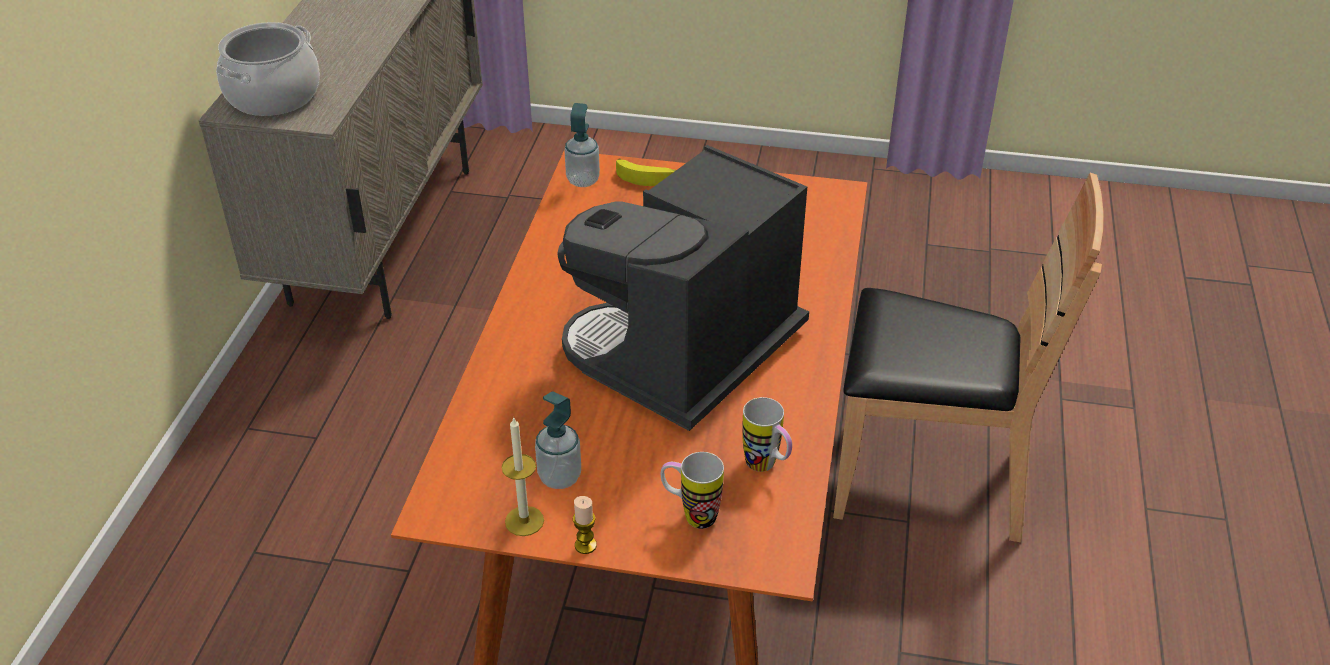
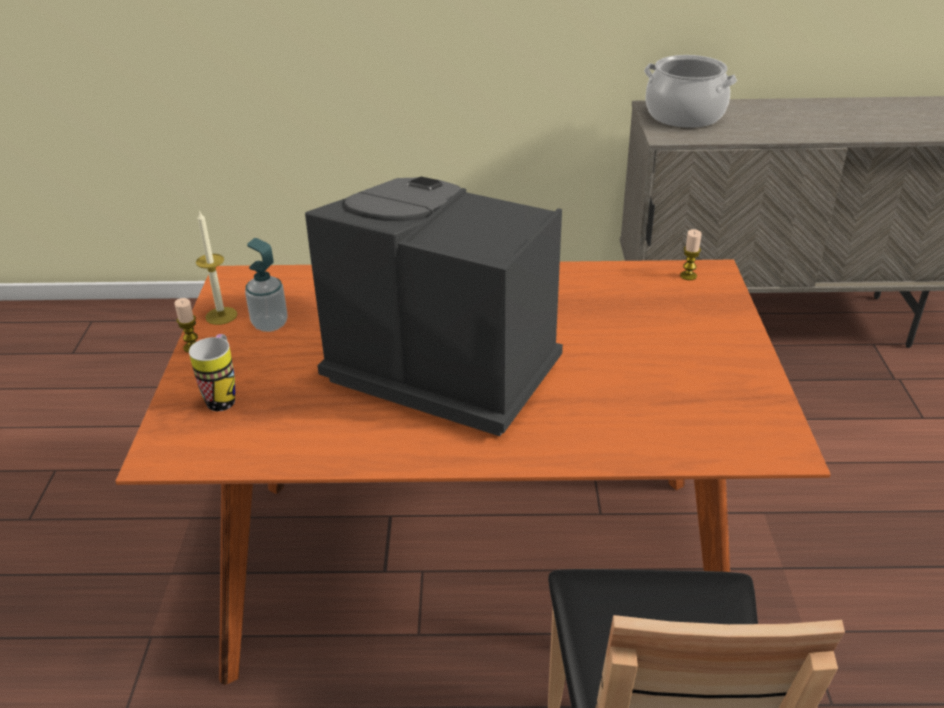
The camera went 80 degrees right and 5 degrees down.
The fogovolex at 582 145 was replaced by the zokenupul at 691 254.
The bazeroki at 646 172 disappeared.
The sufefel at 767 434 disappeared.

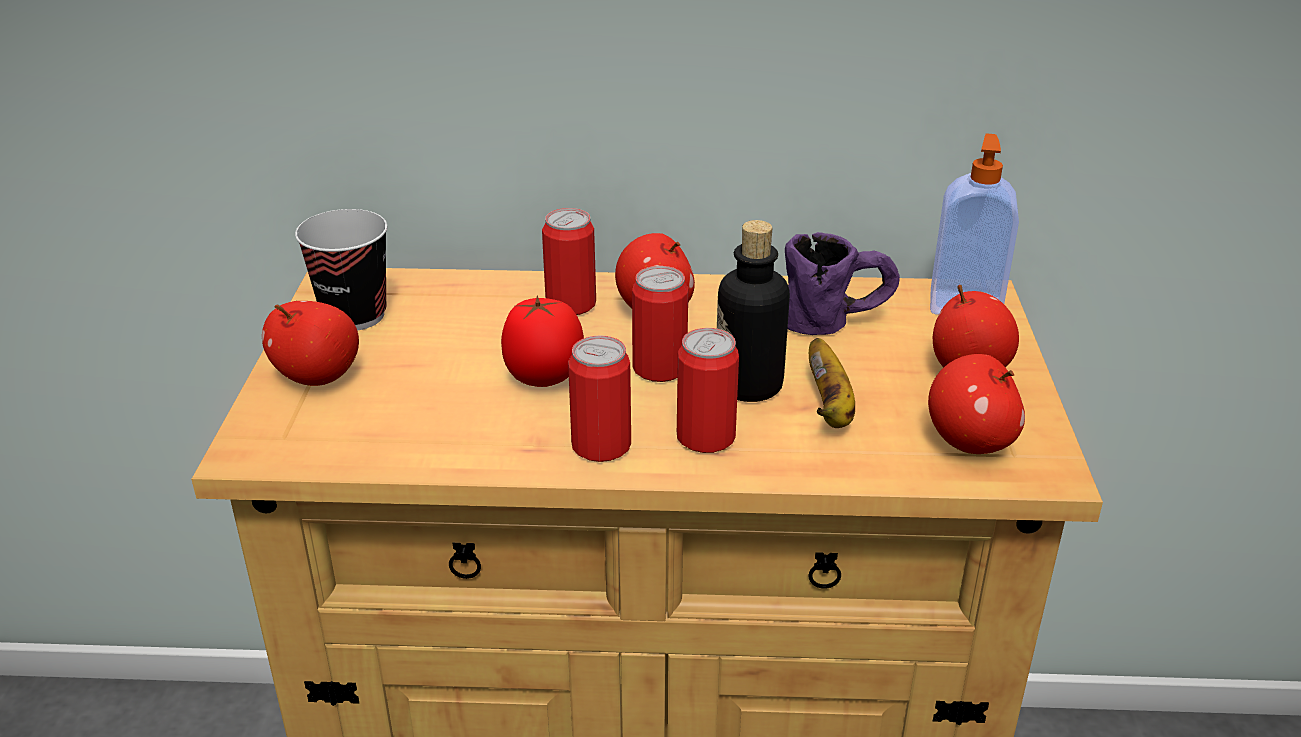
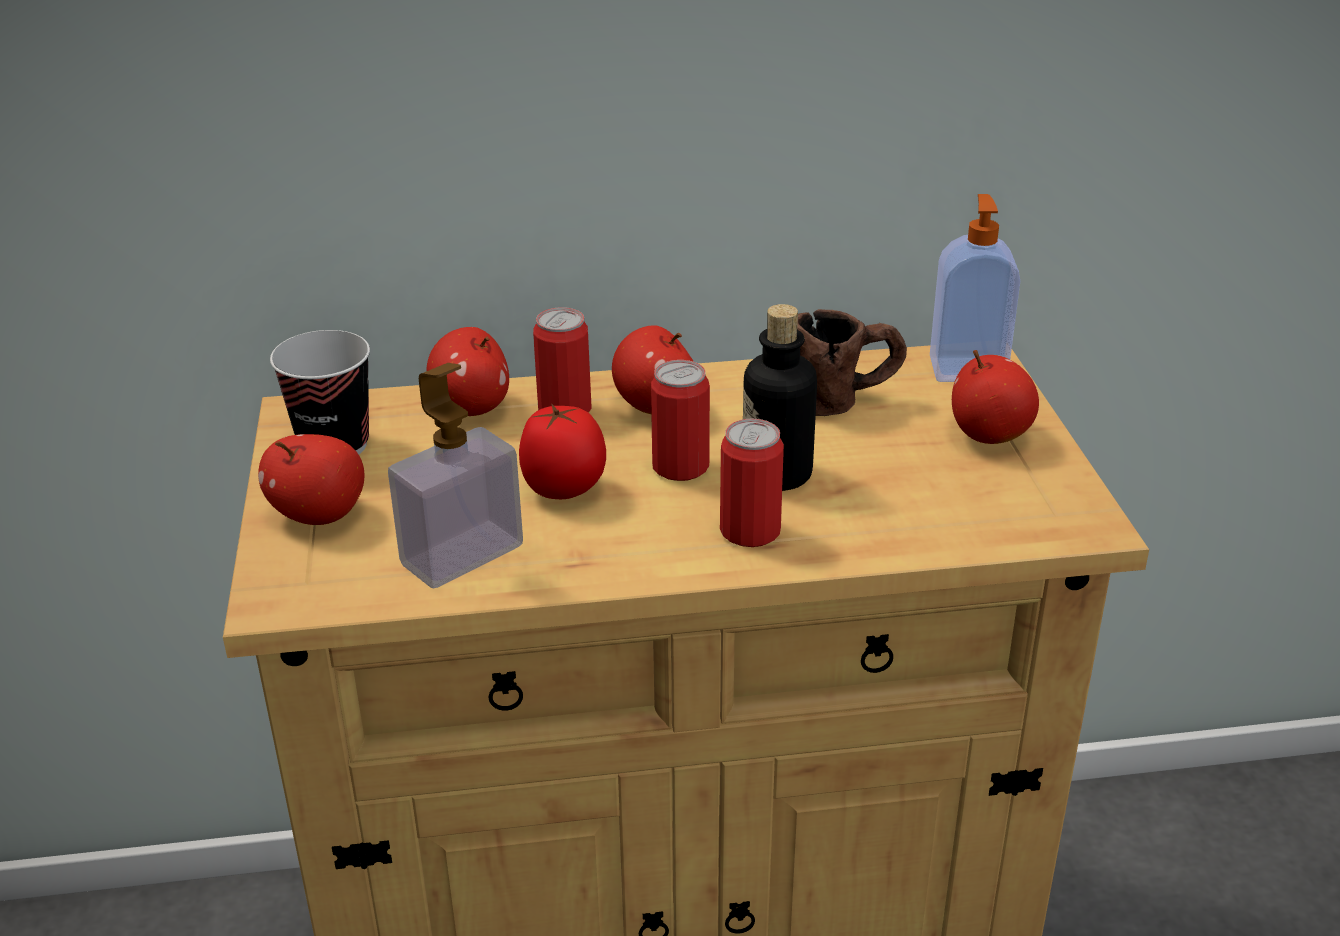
The camera went 10 degrees left and 0 degrees up.
The sufefel (purple) at 842 283 became the sufefel (brown) at 852 362.
The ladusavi at 599 399 disappeared.
The bazeroki at 832 383 disappeared.
The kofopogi moved from 976 404 to 467 371.
The fogovolex at 455 476 appeared.

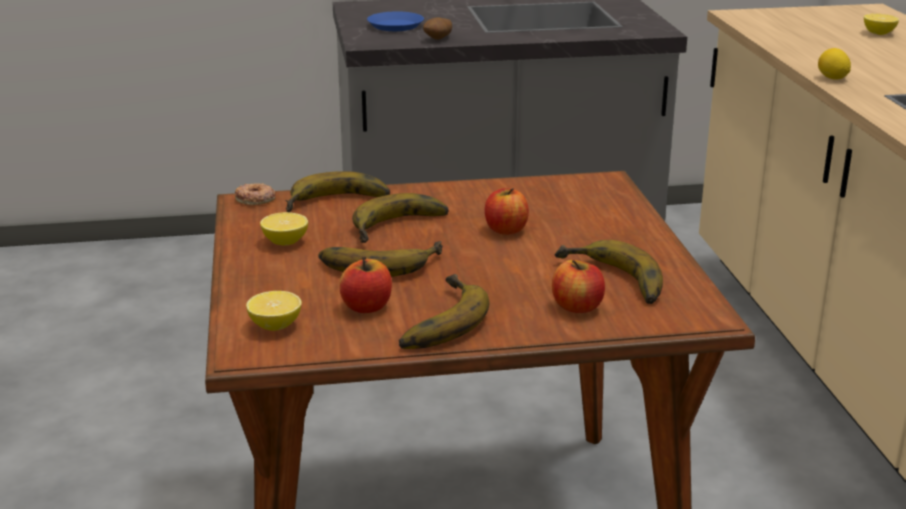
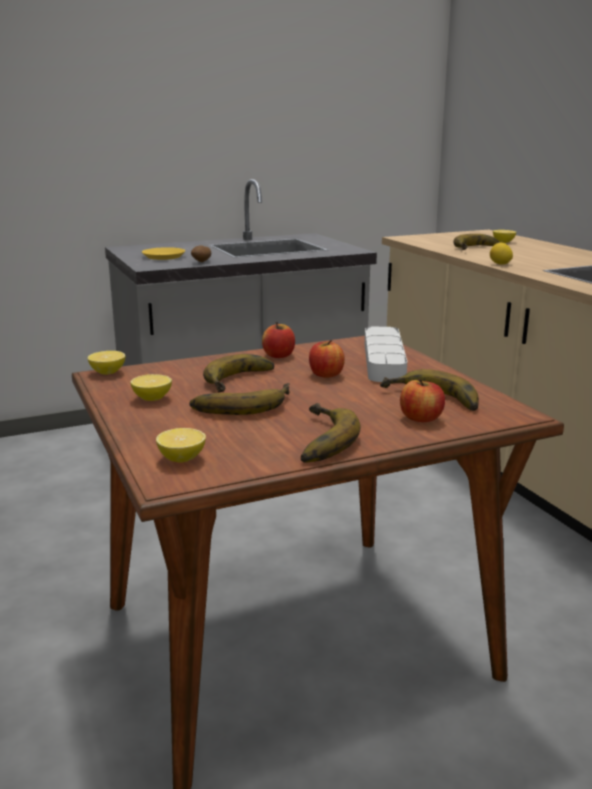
The camera went 15 degrees left and 5 degrees down.
The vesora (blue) at 395 21 became the vesora (yellow) at 163 253.
The bazeroki moved from 338 191 to 476 242.
The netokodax at 255 194 was replaced by the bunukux at 106 363.
The kofopogi moved from 365 285 to 278 340.
The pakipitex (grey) at 386 354 appeared.

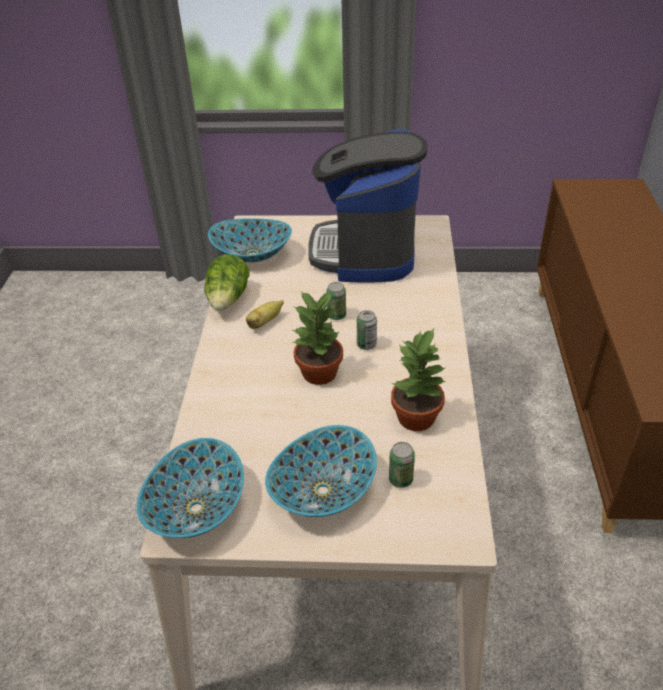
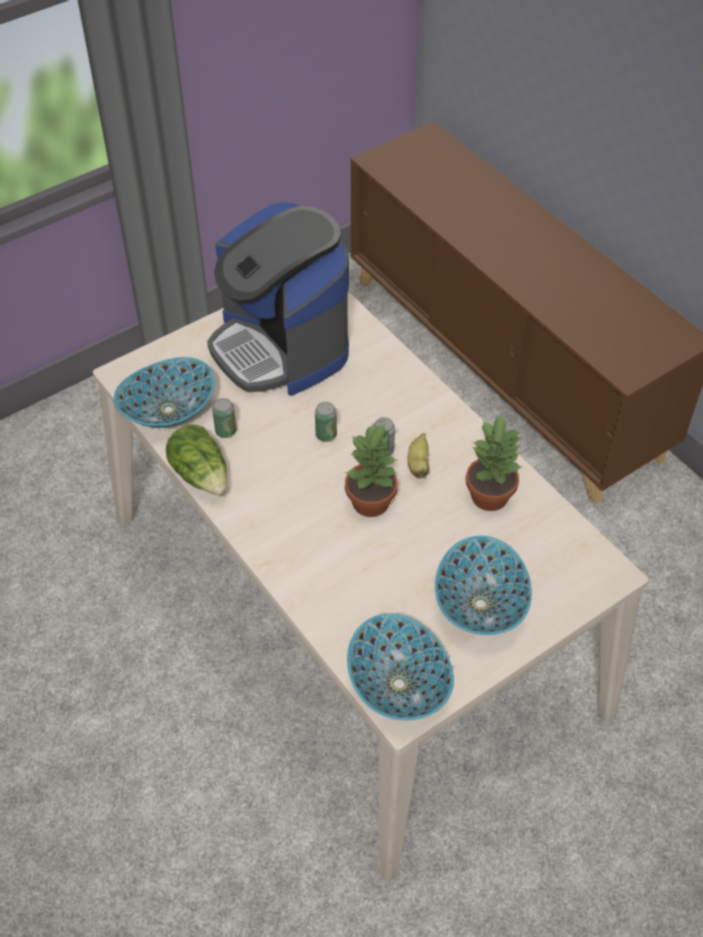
The camera went 40 degrees left and 10 degrees up.
The bazeroki moved from 265 314 to 418 455.
The ladusavi moved from 402 465 to 224 418.

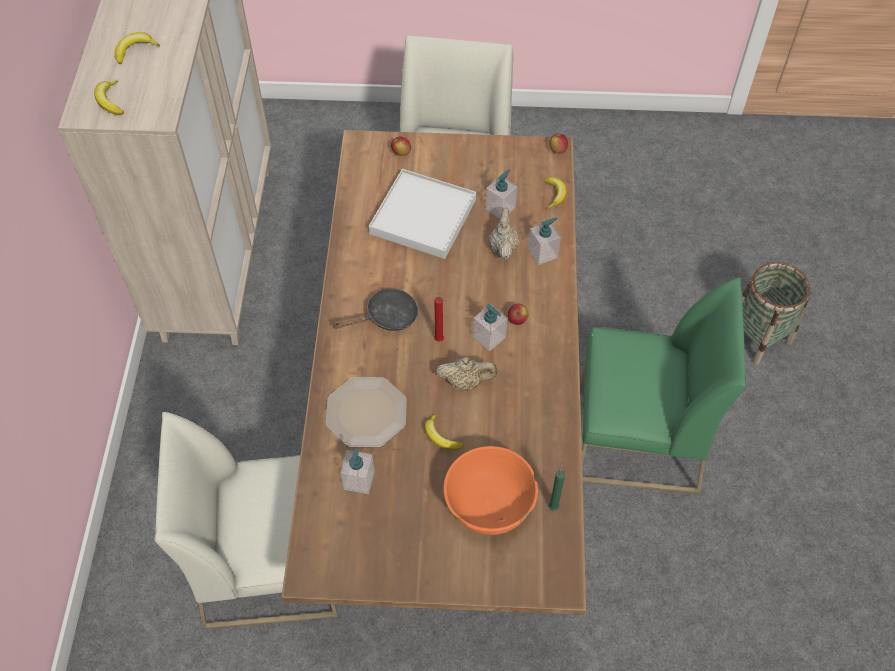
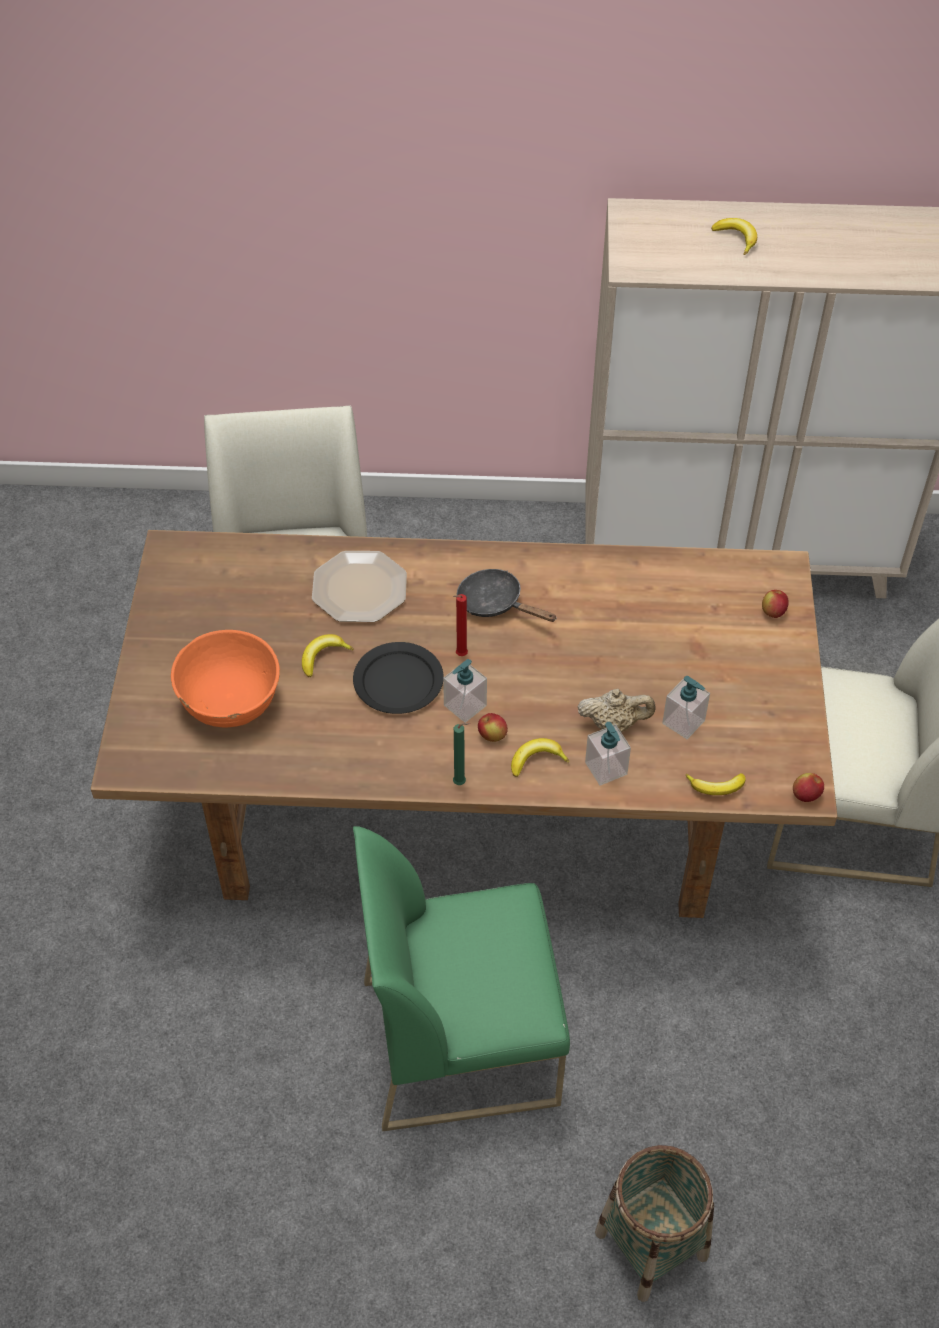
The camera went 90 degrees right and 5 degrees down.
The bazeroki moved from 109 98 to 540 757.
The pakipitex (white) at 422 214 disappeared.
The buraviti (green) at 663 386 turned 75 degrees clockwise.
The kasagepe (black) at 375 310 turned 150 degrees clockwise.
The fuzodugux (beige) at 467 374 was replaced by the vesora (black) at 398 678.
The fogovolex at 357 471 disappeared.
The zokenupul (green) moved from 557 486 to 461 754.

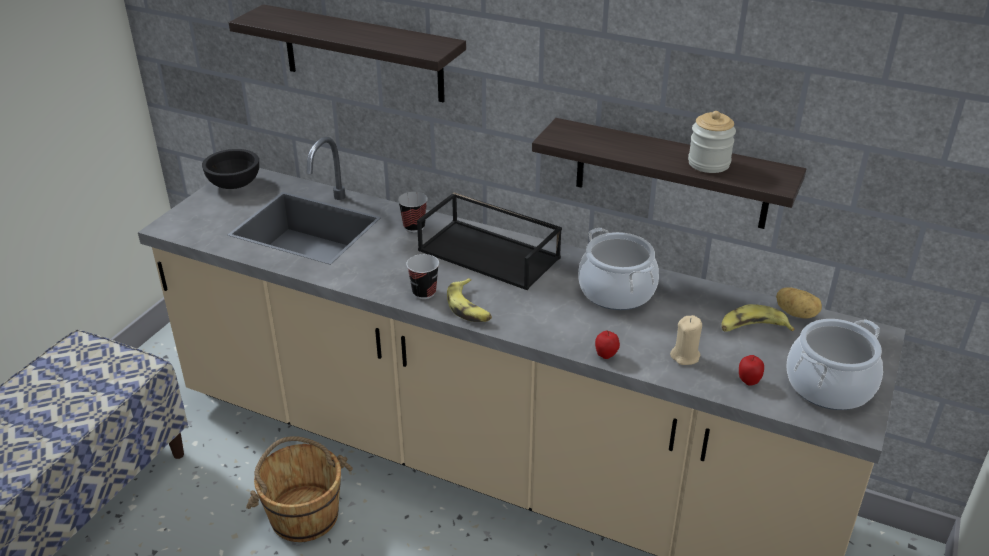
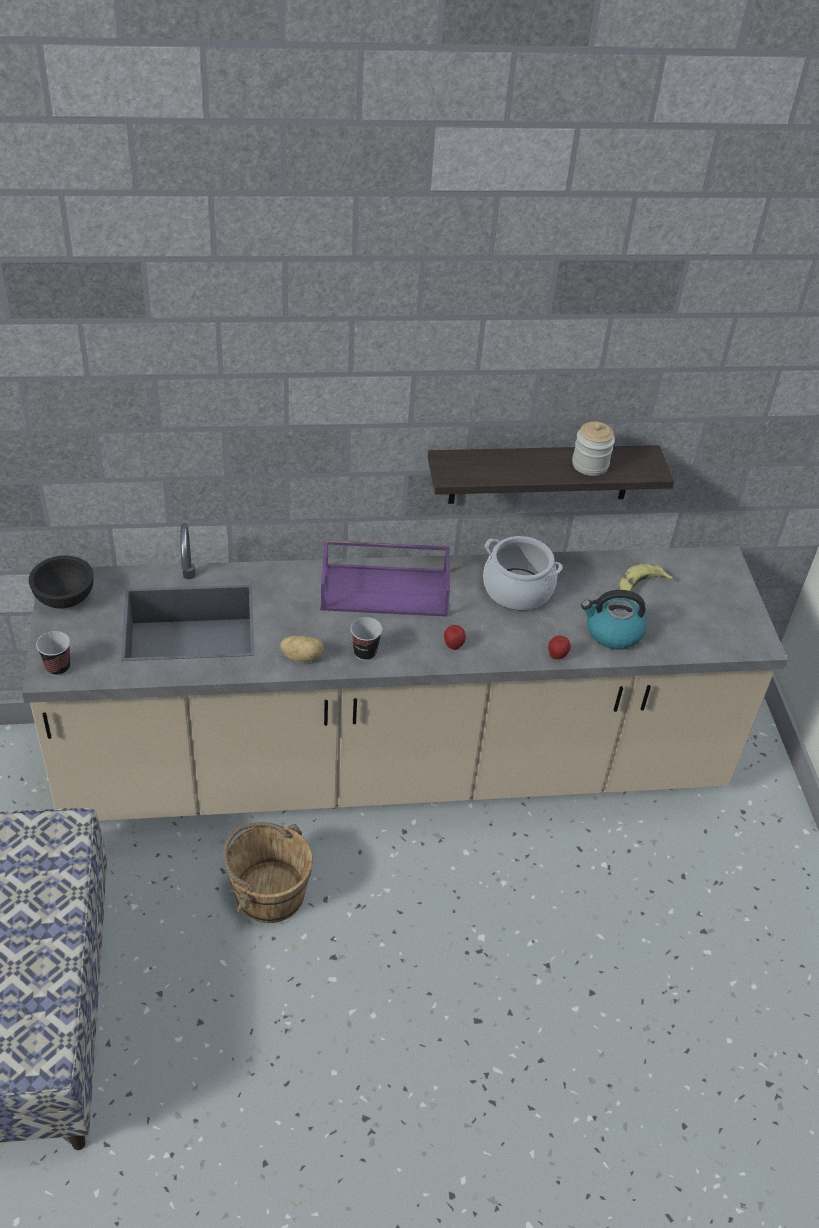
The camera went 35 degrees left and 10 degrees up.
The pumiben at 347 53 disappeared.
The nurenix moved from 413 212 to 53 653.
The pakipitex (black) at 489 241 became the pakipitex (purple) at 385 578.
The bazeroki at 469 300 disappeared.
The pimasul moved from 799 303 to 302 649.
The zokenupul (beige) at 686 340 was replaced by the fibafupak at 614 620.
The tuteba at 834 364 disappeared.
The kofopogi moved from 751 370 to 455 637.

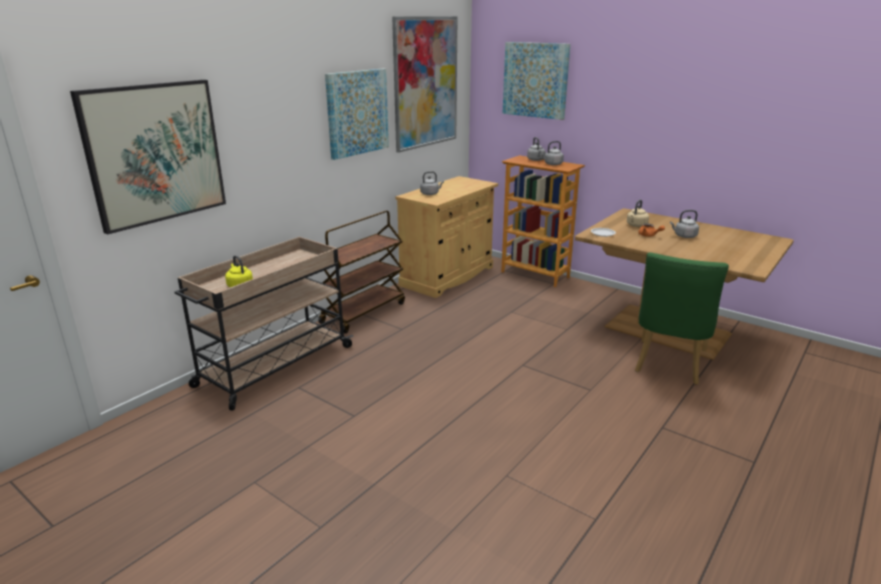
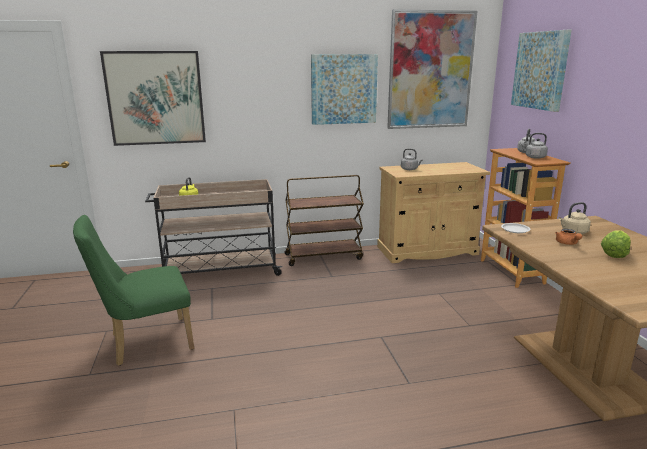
The camera went 40 degrees right and 5 degrees down.
The fibafupak (grey) at 684 224 was replaced by the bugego at 616 244.
The buraviti (green) moved from 682 318 to 133 290.

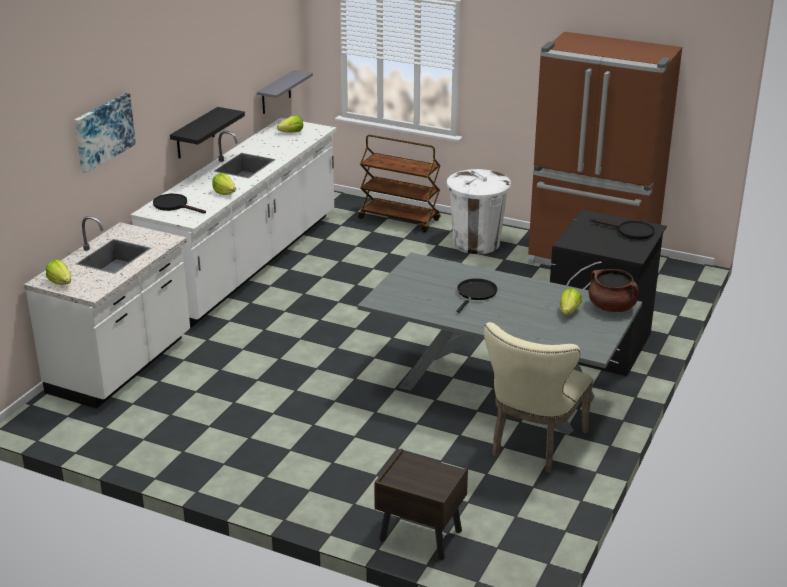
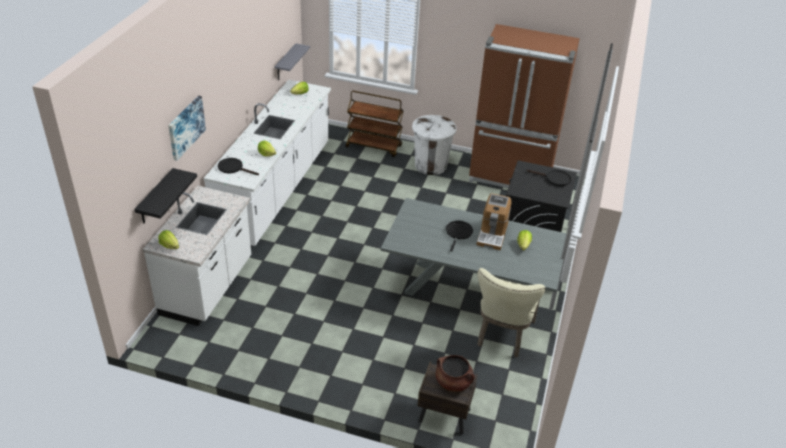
The camera went 10 degrees left and 10 degrees up.
The pumiben (black) moved from 207 133 to 165 195.
The tuteba (brown) moved from 614 290 to 455 373.
The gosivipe at 494 221 appeared.

